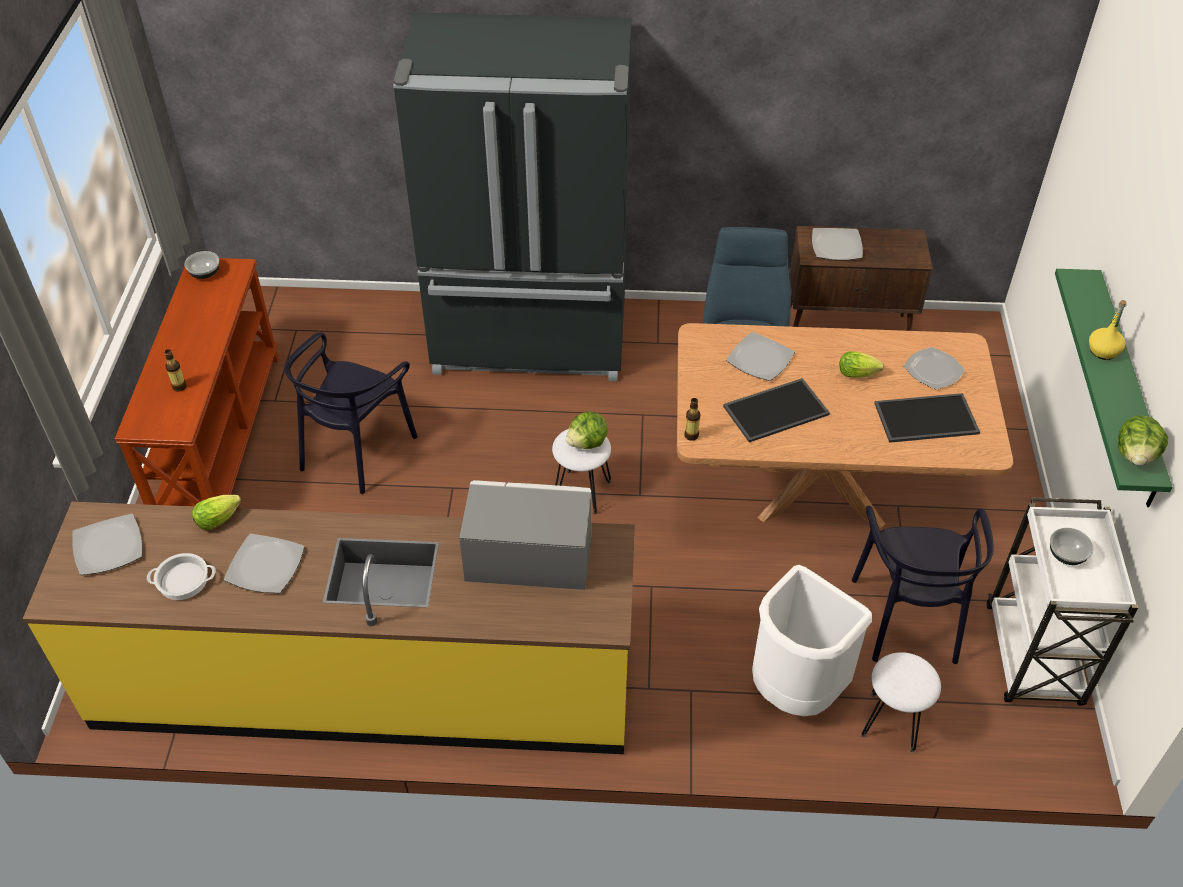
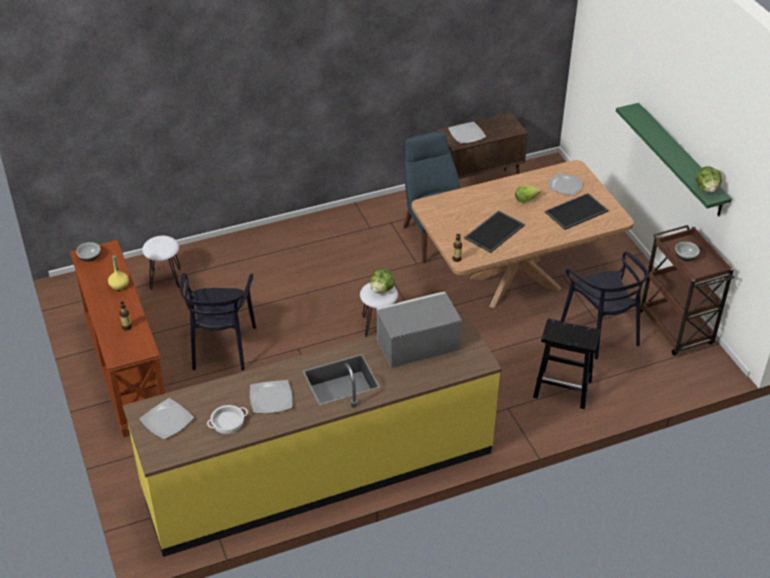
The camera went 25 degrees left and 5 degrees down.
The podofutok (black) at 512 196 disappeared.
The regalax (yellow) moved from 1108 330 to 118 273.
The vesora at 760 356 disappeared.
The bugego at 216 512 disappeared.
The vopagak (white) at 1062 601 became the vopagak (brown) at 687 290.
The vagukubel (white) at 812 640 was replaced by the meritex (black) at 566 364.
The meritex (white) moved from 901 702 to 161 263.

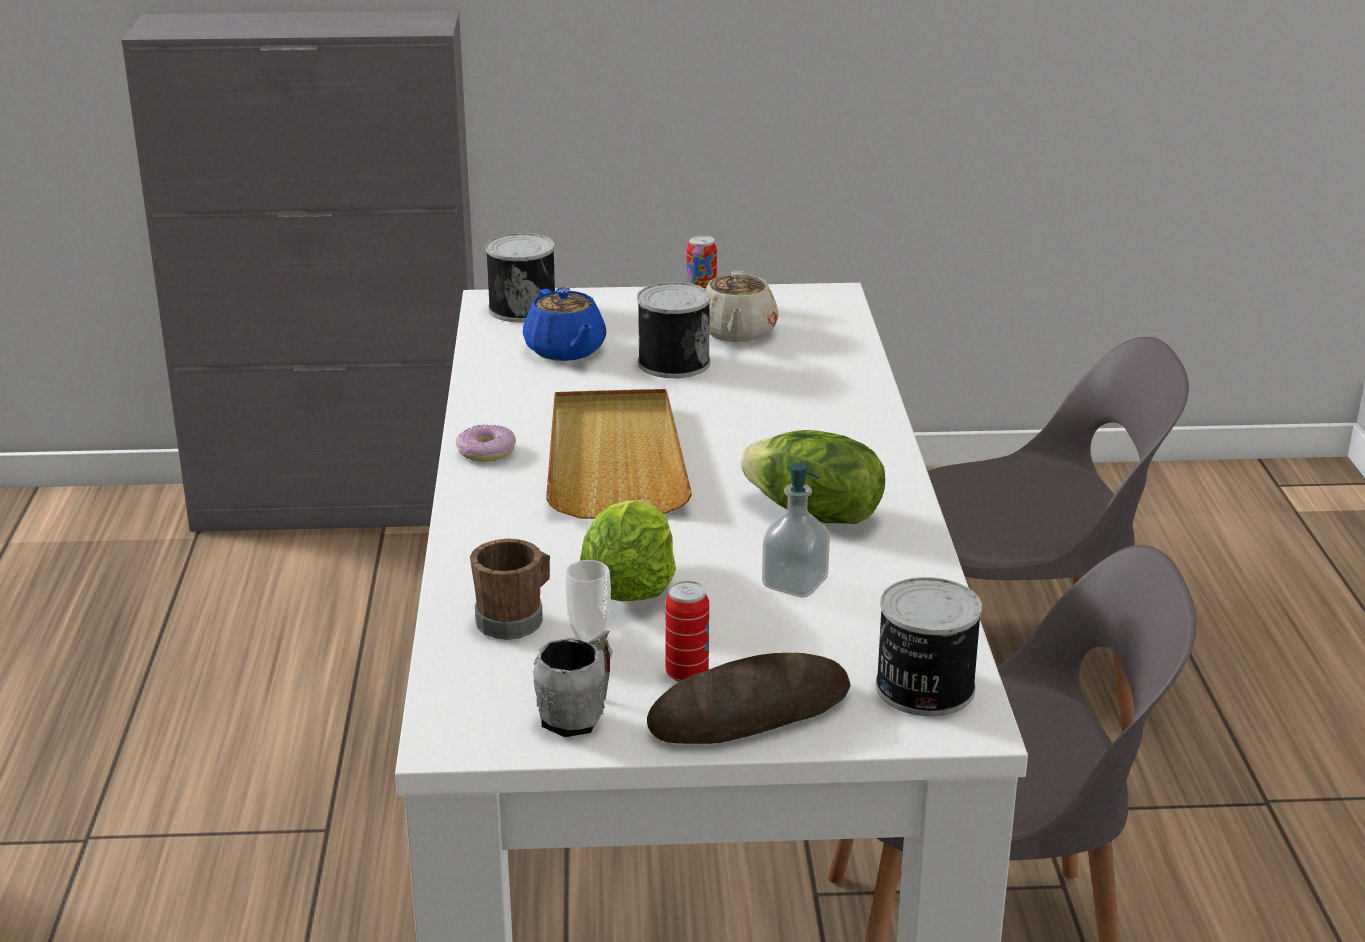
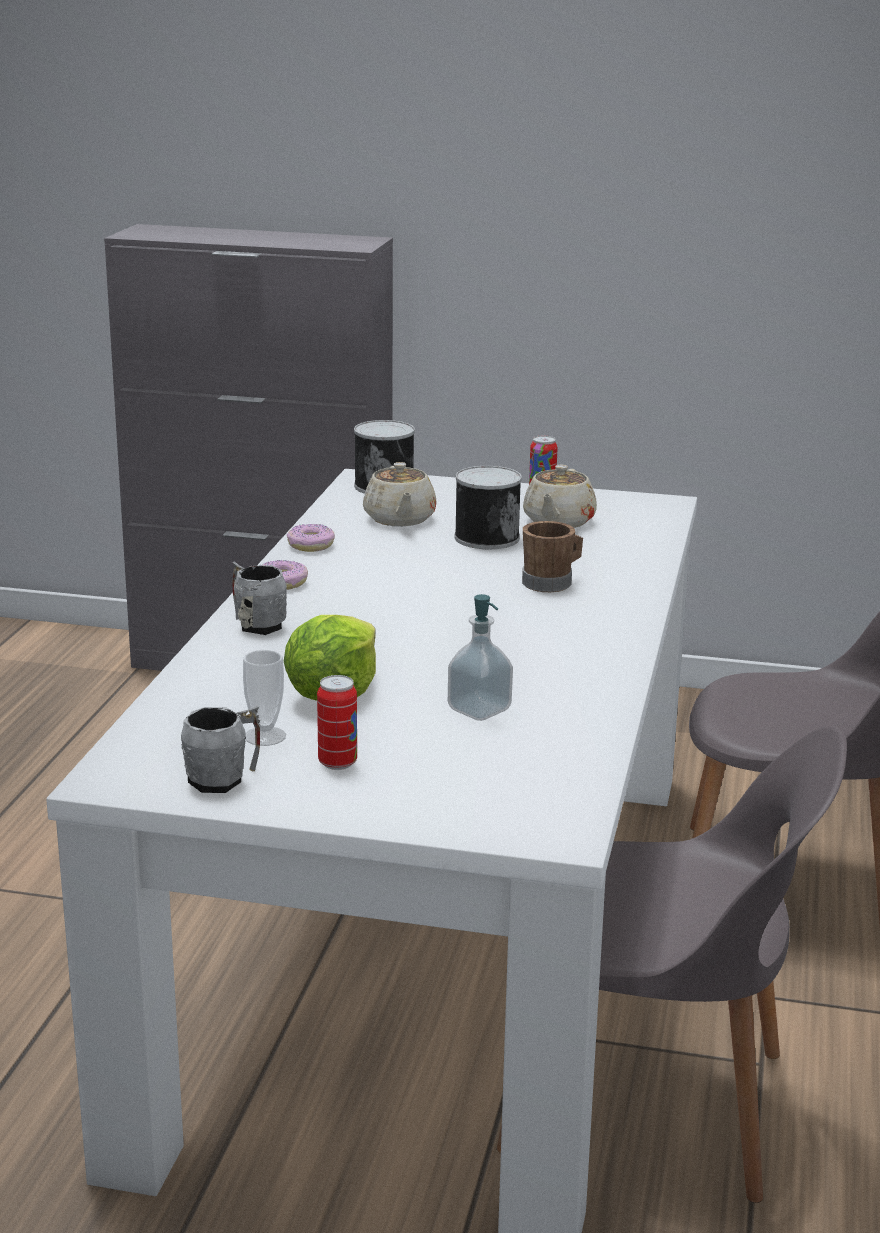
The camera went 15 degrees right and 5 degrees down.
The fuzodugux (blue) at 565 324 became the fuzodugux (beige) at 400 494.
The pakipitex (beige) at 619 454 disappeared.
The bugego at 813 477 disappeared.
The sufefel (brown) moved from 510 589 to 552 556.
The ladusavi at 929 646 disappeared.
The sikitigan at 749 698 disappeared.
The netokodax at 311 538 appeared.
The sufefel (grey) at 259 598 appeared.

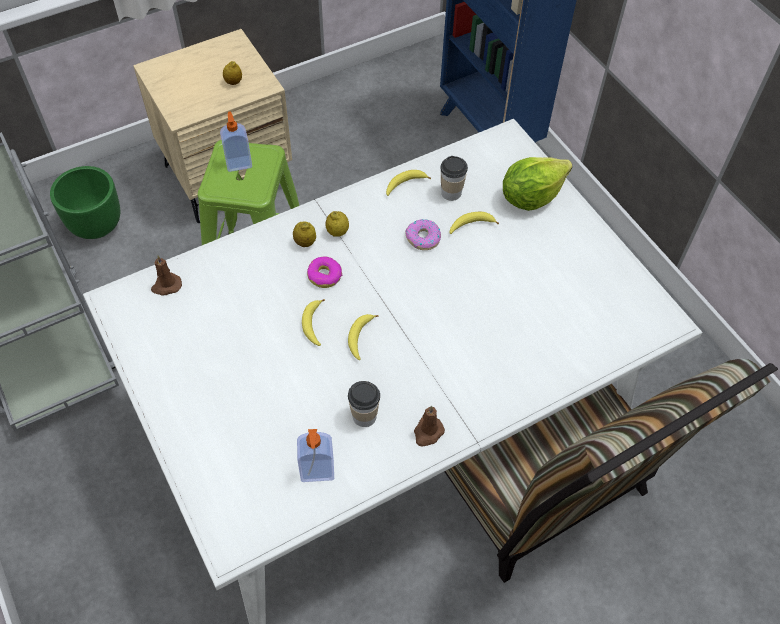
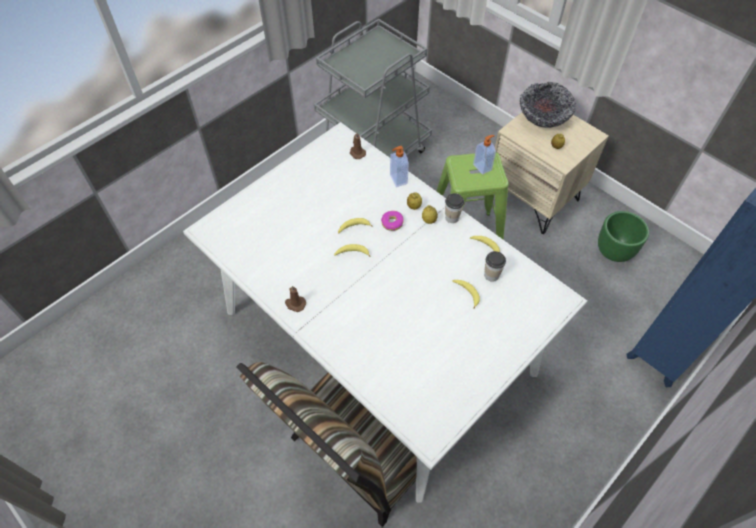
The camera went 75 degrees right and 0 degrees up.
The bugego at 537 184 disappeared.
The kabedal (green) moved from 85 202 to 623 236.
The netokodax at 423 234 disappeared.
The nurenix moved from 364 404 to 454 208.
The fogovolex moved from 315 455 to 399 166.
The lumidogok at 548 105 appeared.

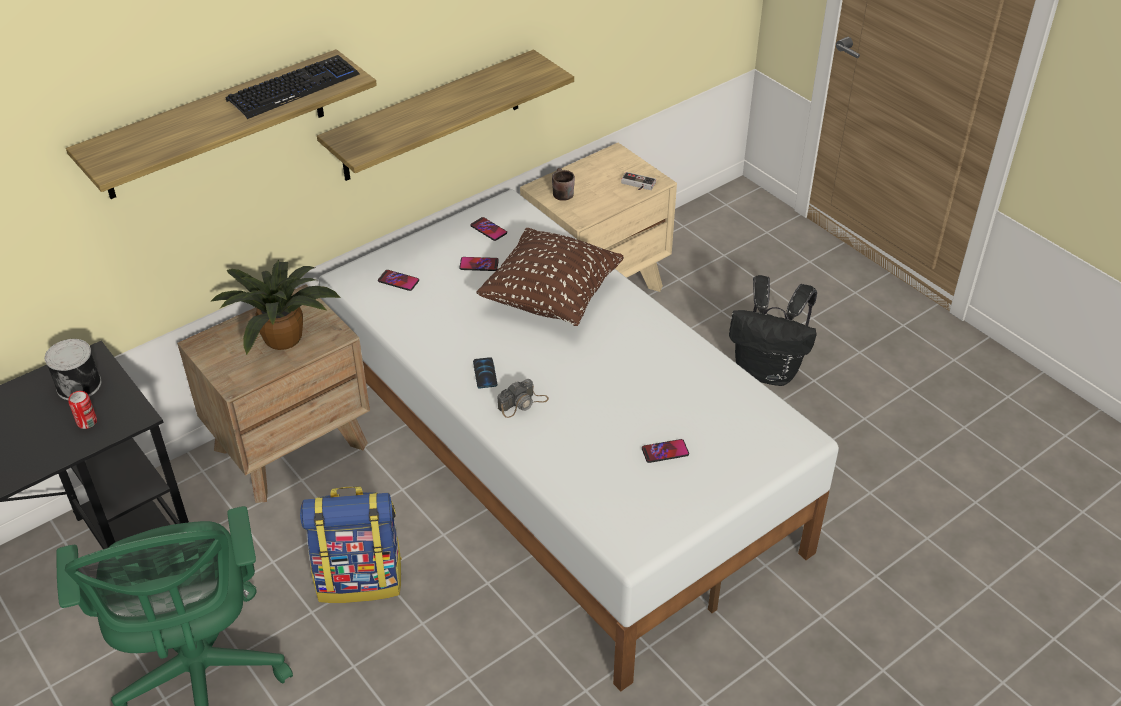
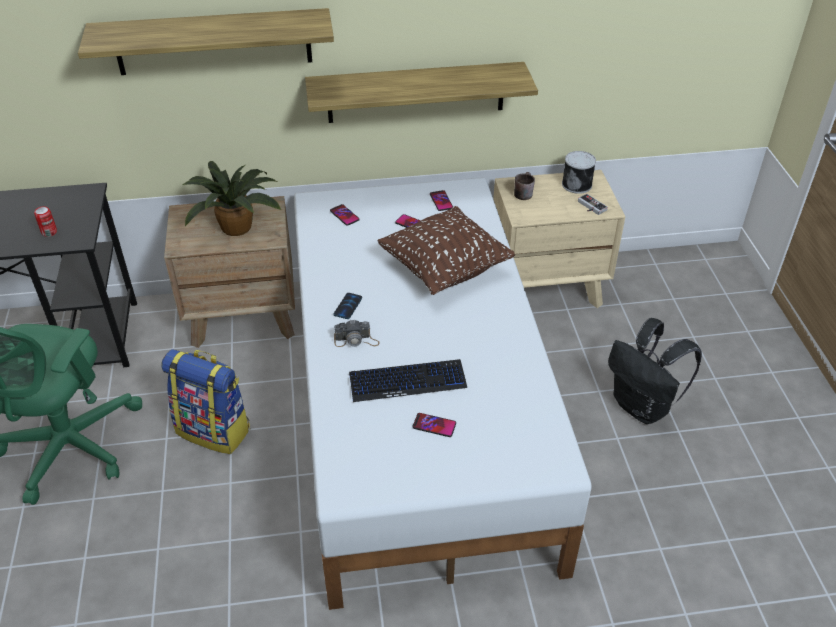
The camera went 30 degrees right and 0 degrees up.
The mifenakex moved from 293 87 to 408 380.
The ladusavi moved from 73 369 to 579 172.

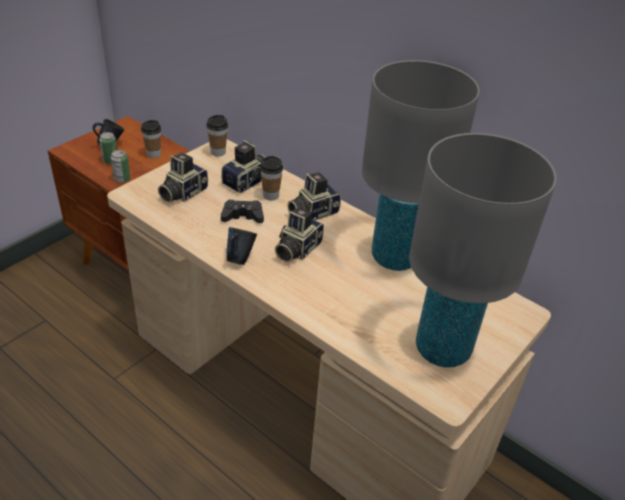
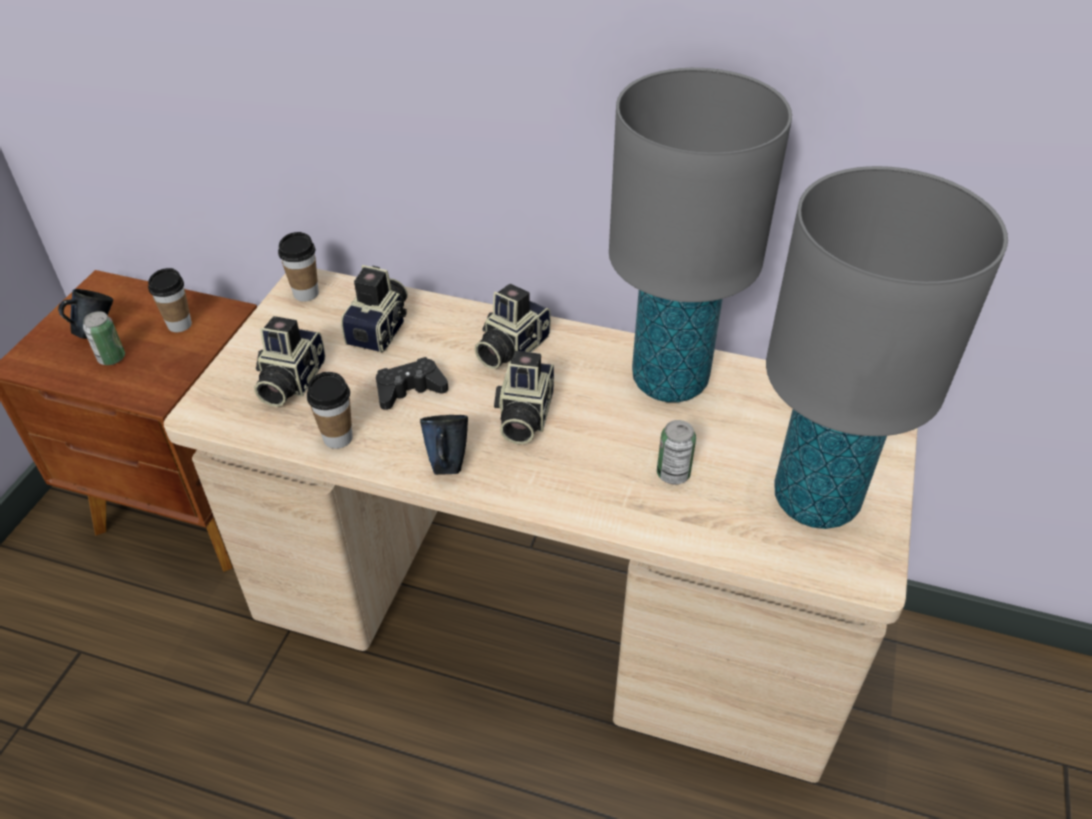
The camera went 20 degrees left and 5 degrees up.
The ladusavi moved from 120 166 to 676 452.
The nurenix moved from 271 178 to 330 410.

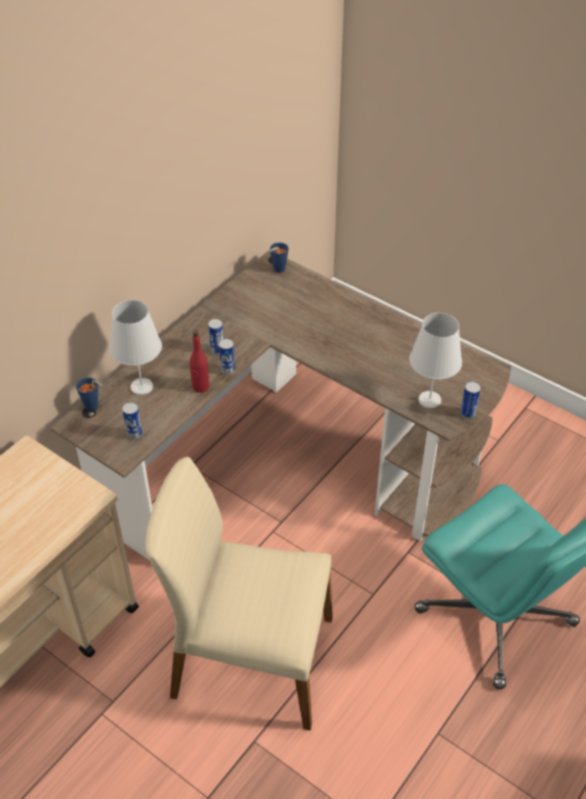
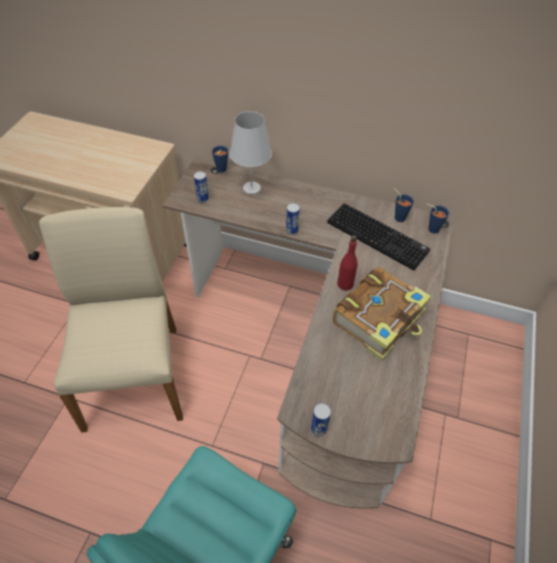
The camera went 70 degrees right and 5 degrees up.
The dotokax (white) at 435 361 disappeared.
The ladusavi at 216 337 disappeared.
The regalax (red) moved from 200 361 to 347 262.
The nurenix (blue) at 403 205 appeared.
The mifenakex at 378 236 appeared.
The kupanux at 382 314 appeared.

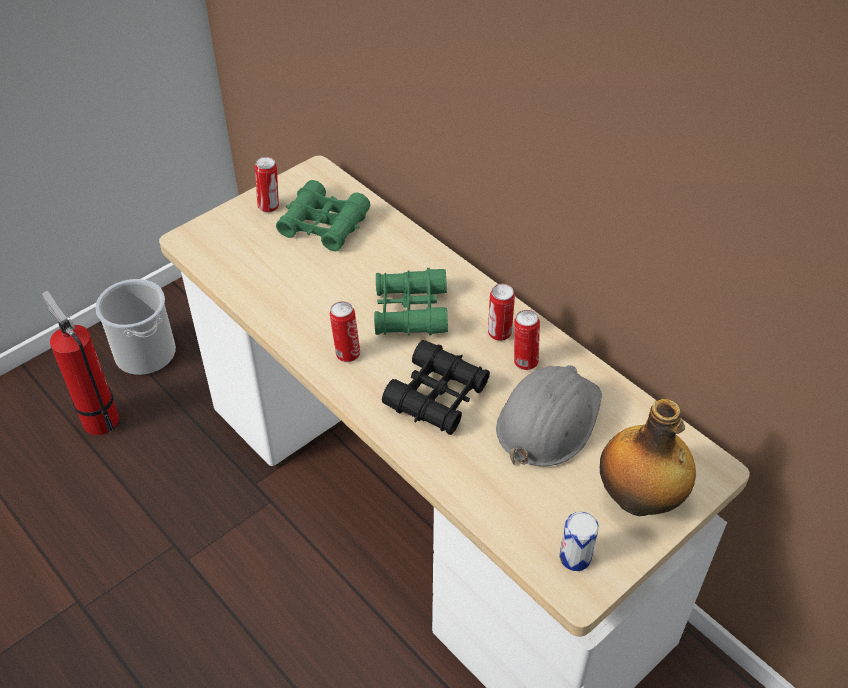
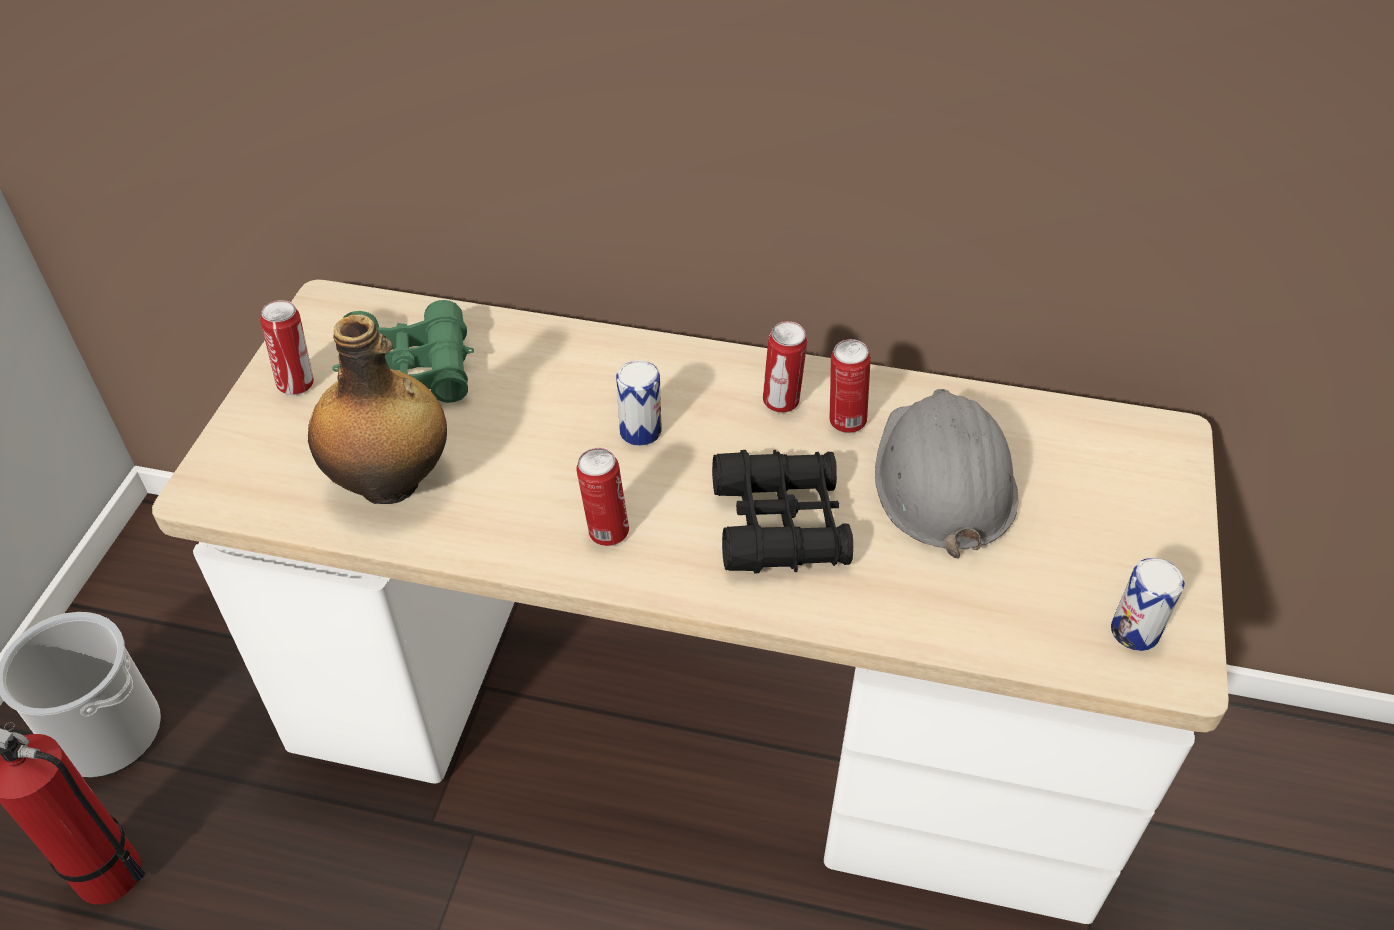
The camera went 35 degrees left and 0 degrees up.
The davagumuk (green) at 411 302 was replaced by the ladusavi at 639 403.
The regalax moved from 648 457 to 377 409.

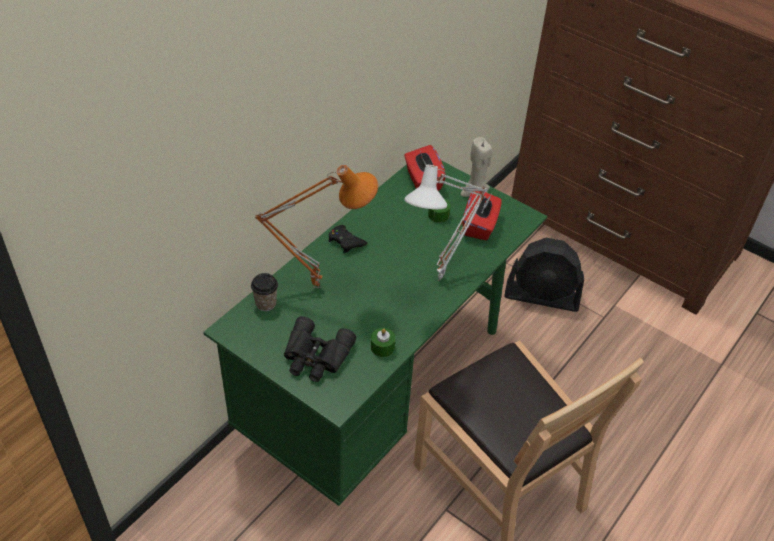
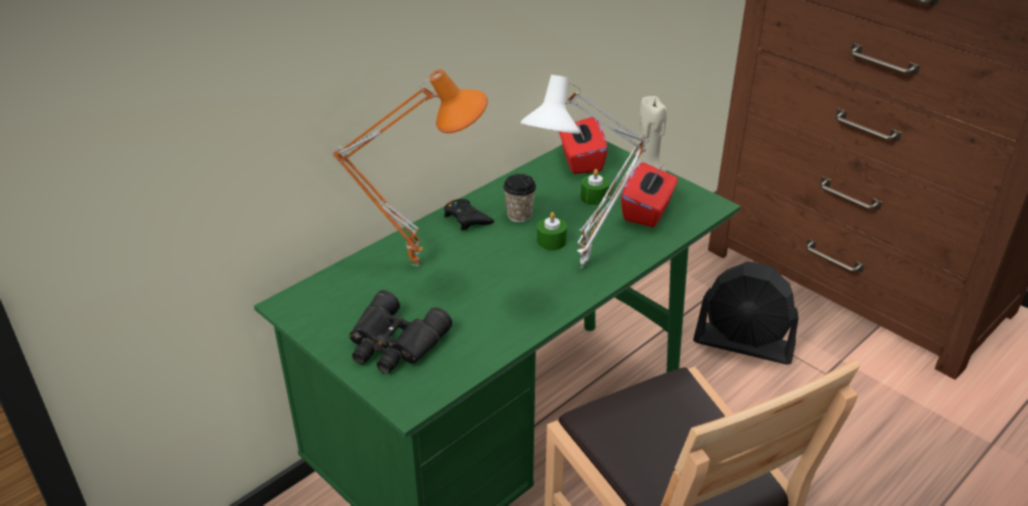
The camera went 10 degrees right and 10 degrees down.
The nurenix moved from 264 292 to 519 198.
The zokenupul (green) moved from 383 342 to 552 231.

